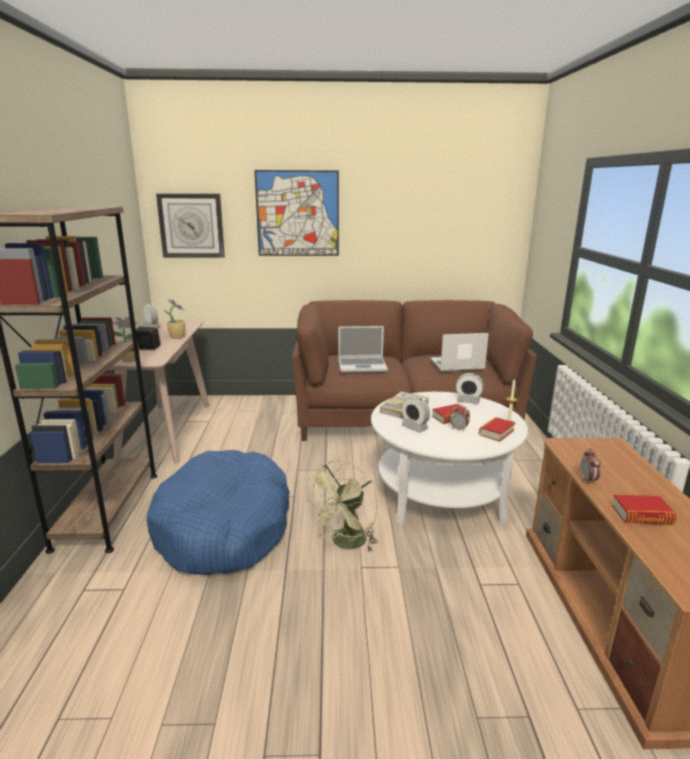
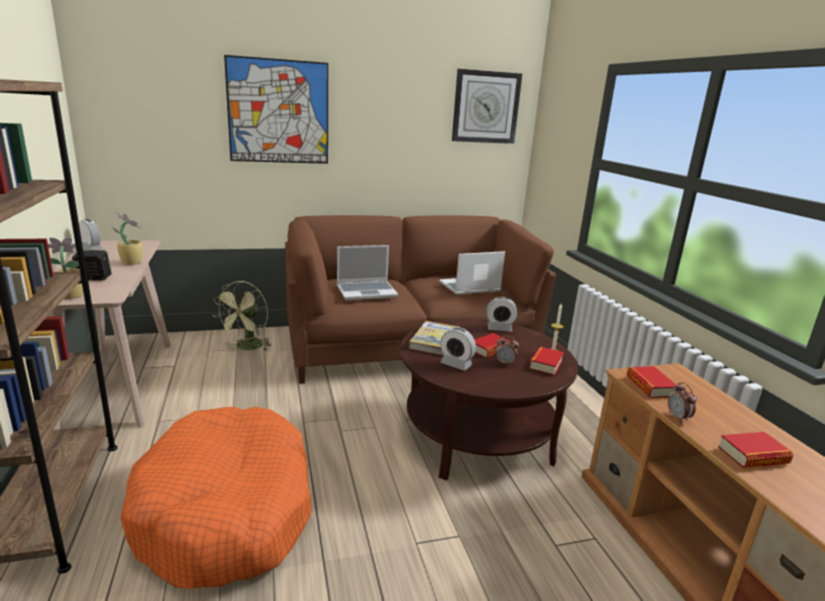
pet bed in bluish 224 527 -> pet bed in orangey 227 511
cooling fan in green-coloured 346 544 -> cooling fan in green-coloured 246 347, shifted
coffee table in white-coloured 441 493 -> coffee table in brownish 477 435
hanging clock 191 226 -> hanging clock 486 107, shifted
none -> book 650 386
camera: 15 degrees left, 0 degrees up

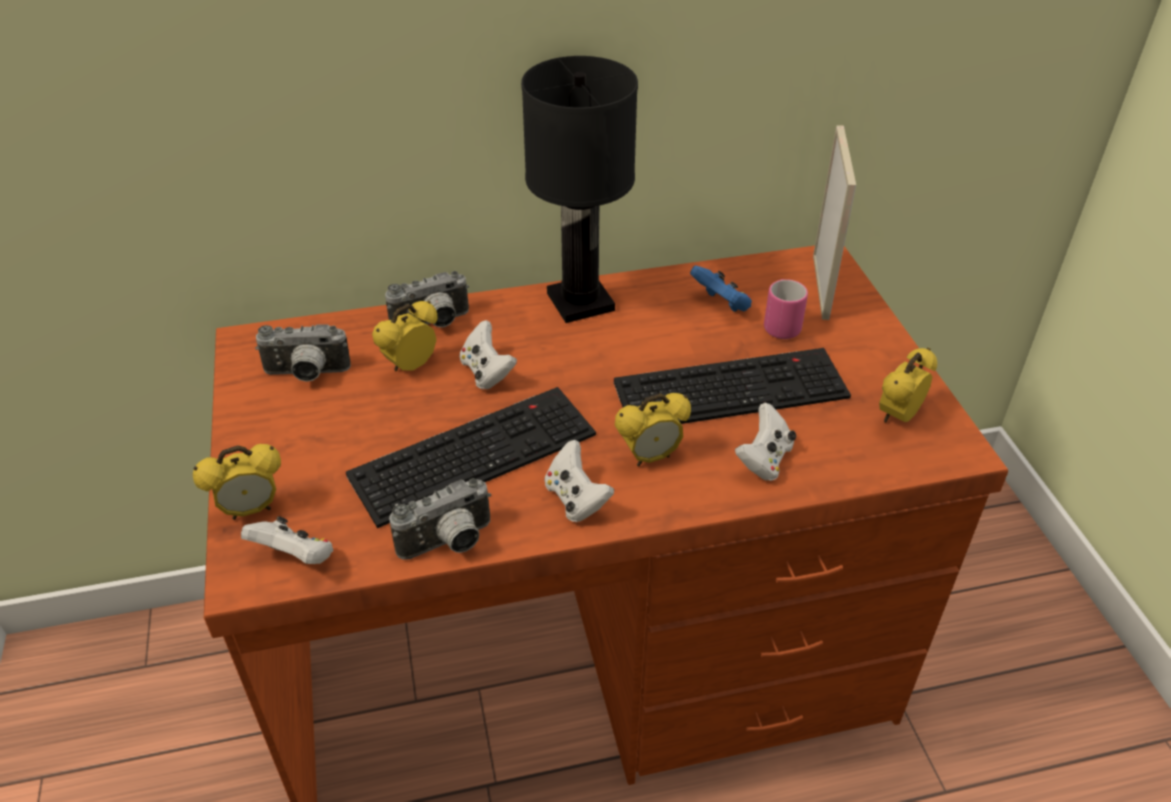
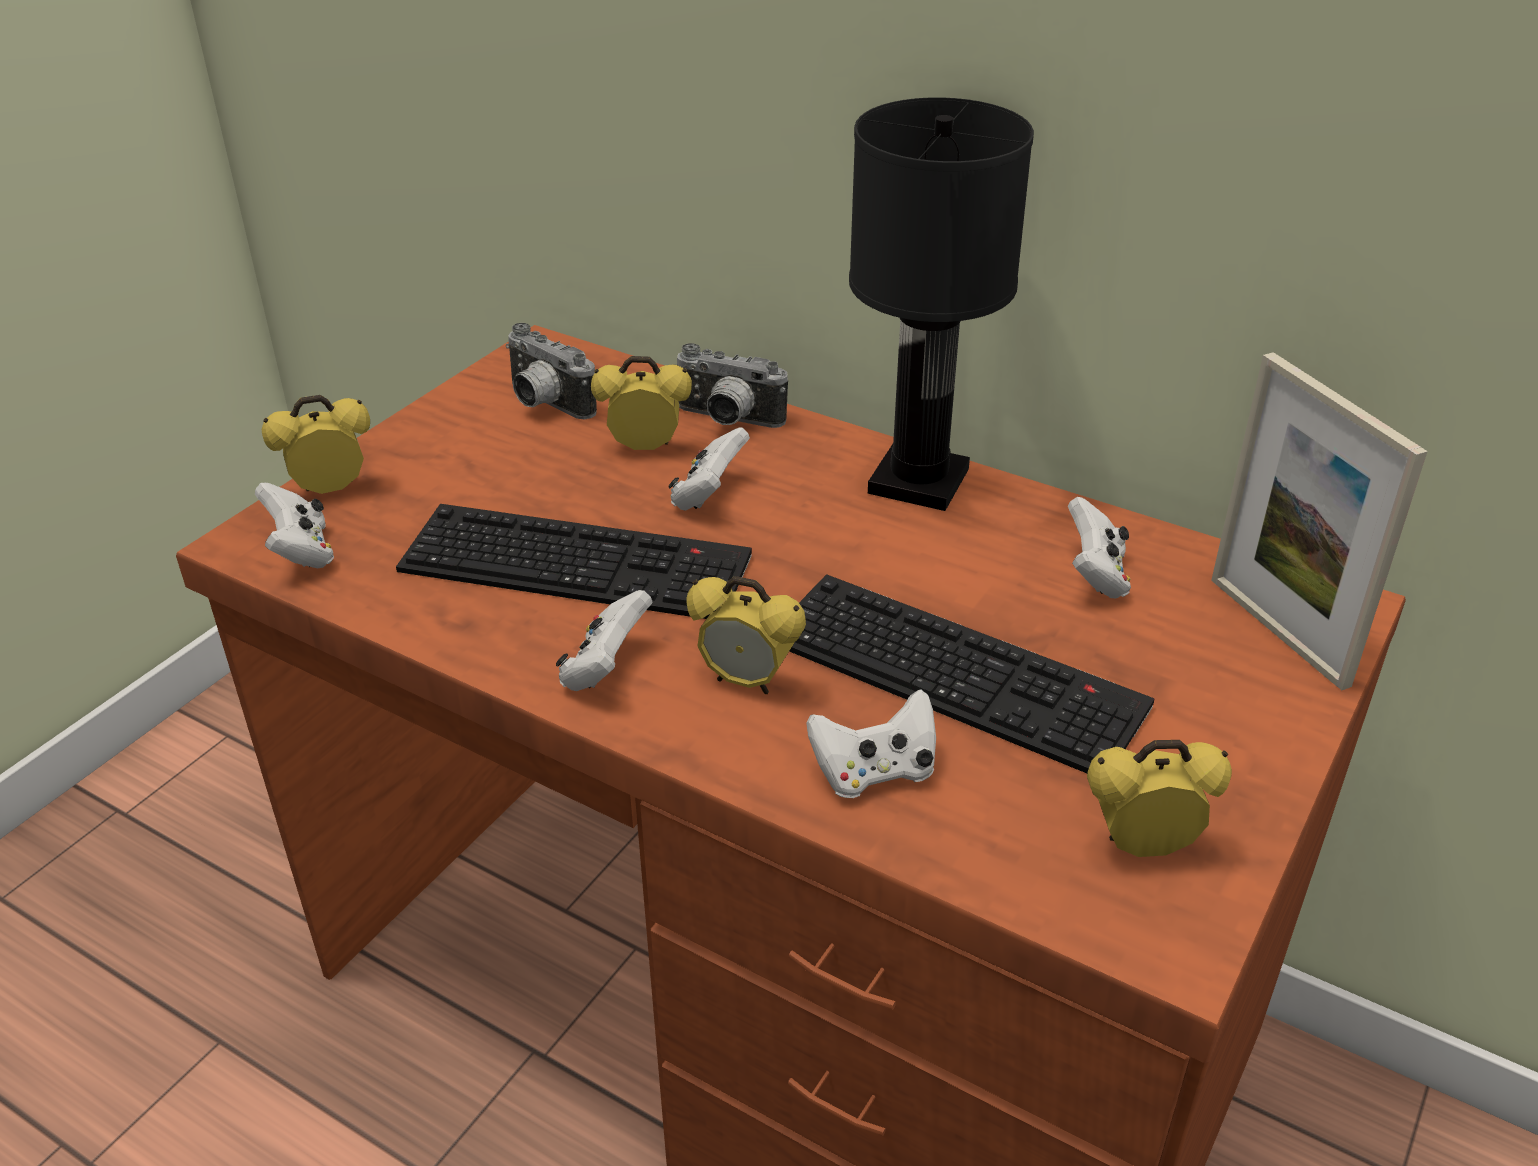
bedside clock 251 510 -> bedside clock 331 490, 135 degrees clockwise
joypad in bluish 721 304 -> joypad in white-coloured 1095 576
photo frame 820 286 -> photo frame 1278 631, 105 degrees clockwise
photo camera 449 544 -> none
coffee mug in pink-coloured 780 324 -> none
camera: 45 degrees right, 5 degrees down

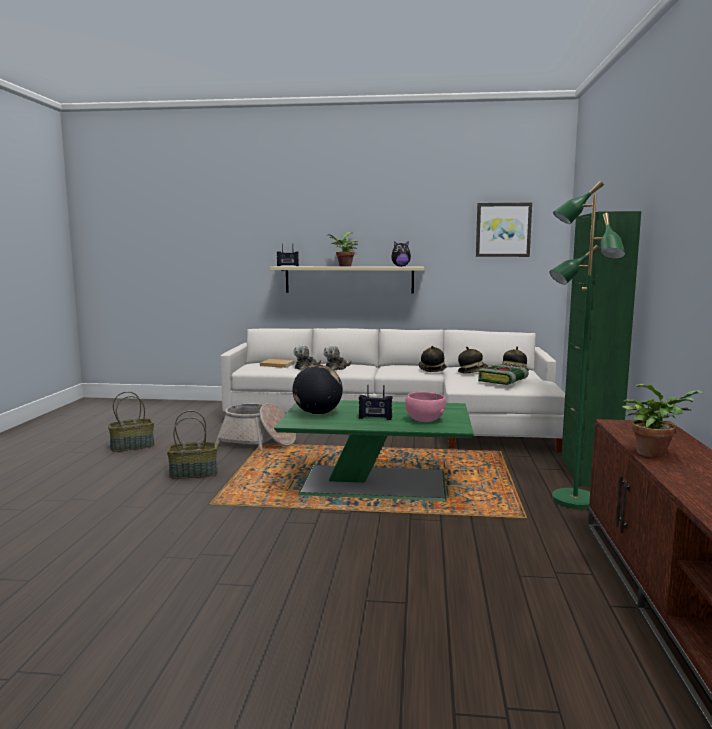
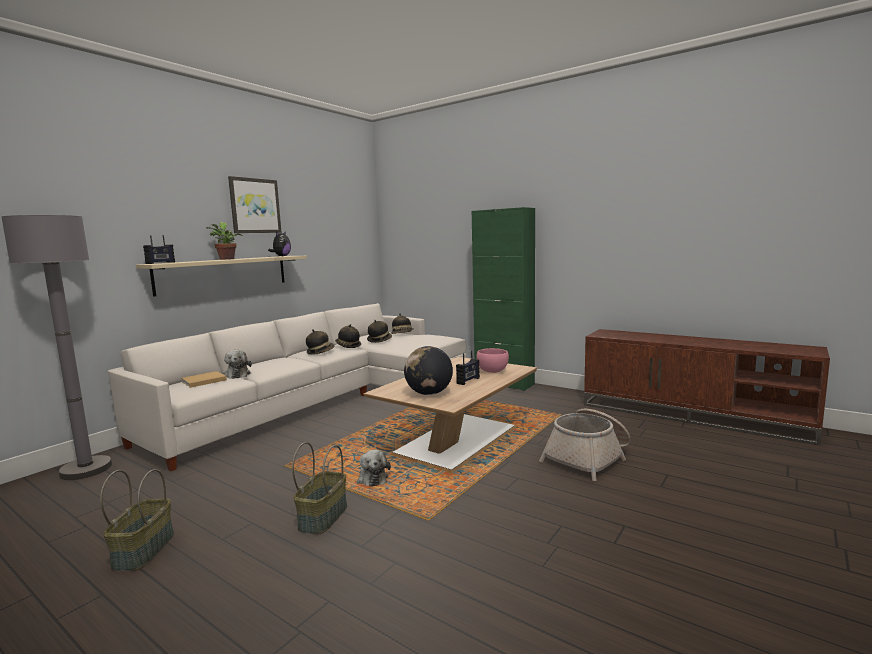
none -> floor lamp in greyish 86 469
wall picture 503 230 -> wall picture 255 206, shifted
none -> wearable hat 320 352
soft toy 336 368 -> soft toy 372 478, shifted
coffee table in green-coloured 377 483 -> coffee table in brownish 458 439
storage basket 258 442 -> storage basket 588 458, shifted
book 503 381 -> none
floor lamp in green-coloured 573 500 -> none
houseplant 654 453 -> none
camera: 60 degrees left, 0 degrees up

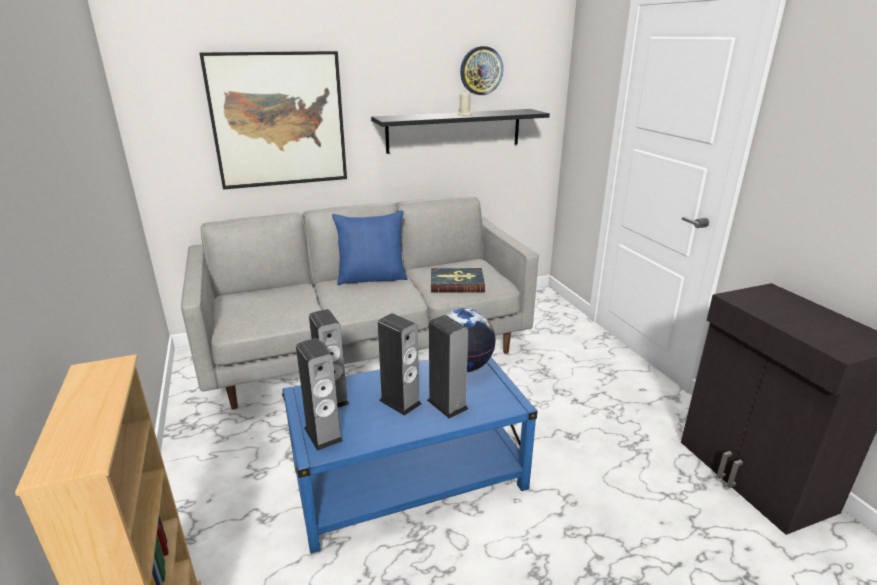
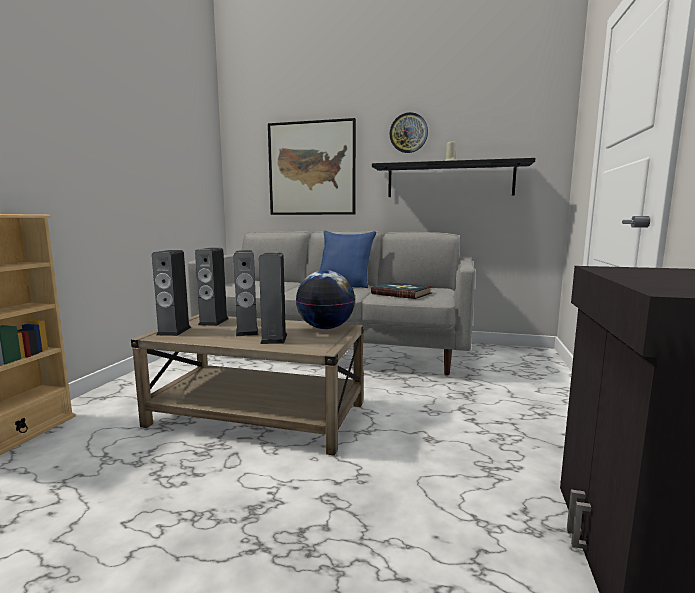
coffee table in bluish 408 477 -> coffee table in sand-coloured 258 415
hanging clock 481 70 -> hanging clock 408 133, shifted
camera: 35 degrees right, 15 degrees down

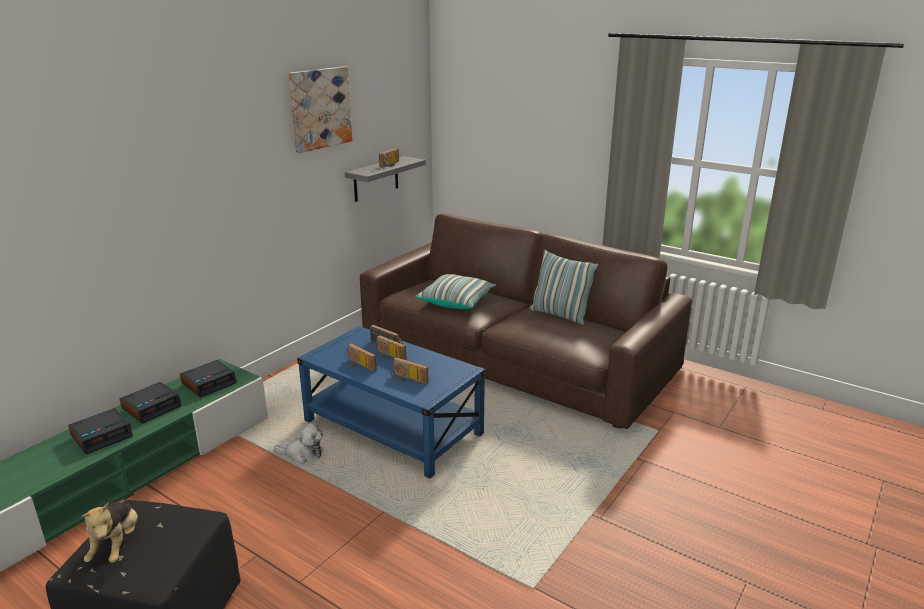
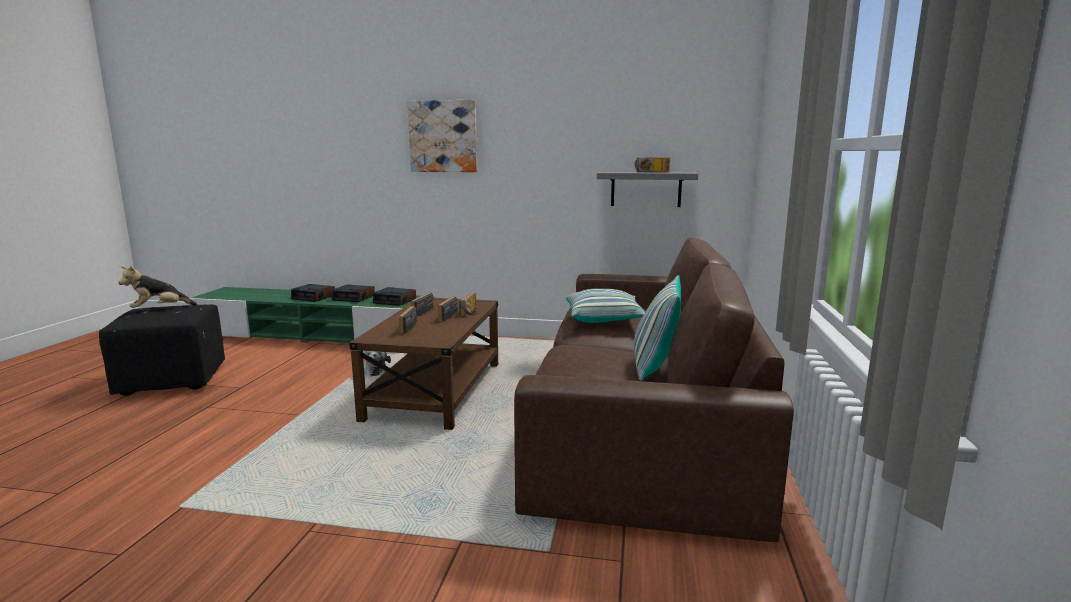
coffee table in bluish 393 427 -> coffee table in brownish 435 390
wall picture 320 108 -> wall picture 443 136, shifted
camera: 65 degrees right, 10 degrees down

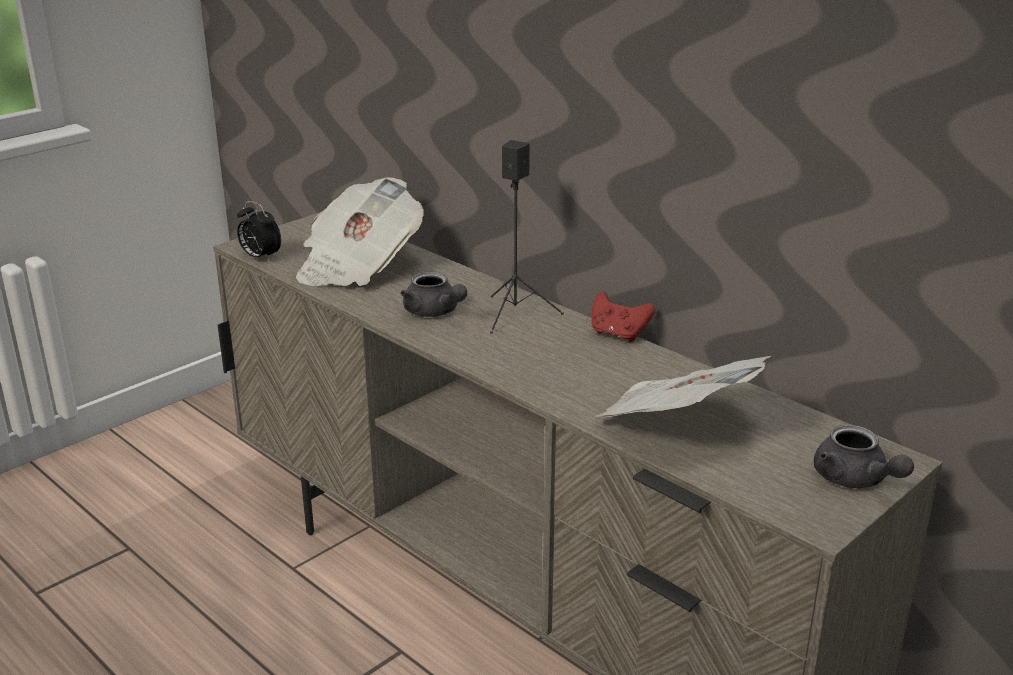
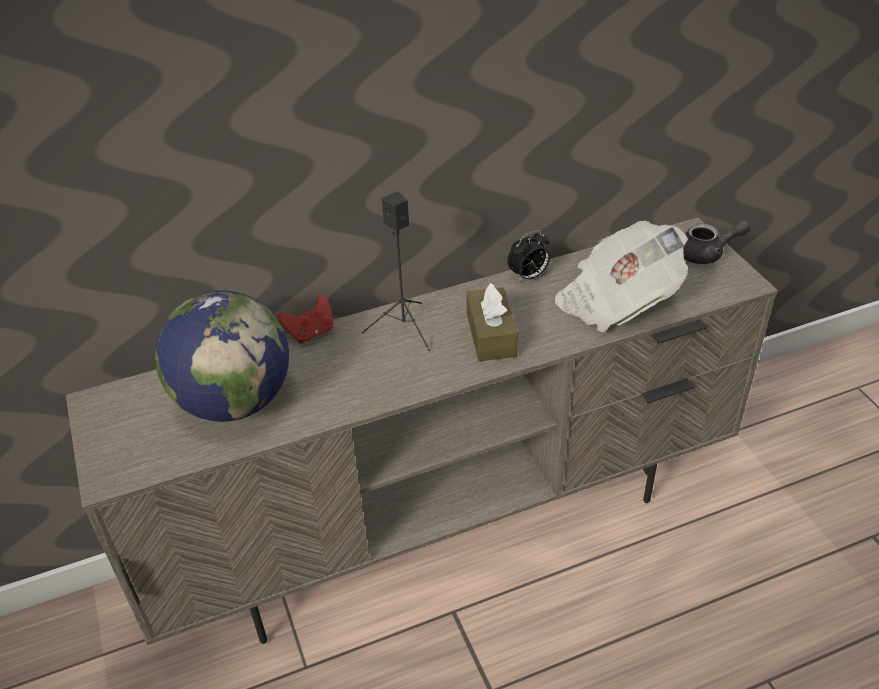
newspaper 358 266 -> world globe 234 401
joypad in red-coloured 618 334 -> joypad in red-coloured 311 333, shifted
none -> tissue box in brownish 491 335
bedside clock 260 257 -> bedside clock 528 276, shifted
pot for tea in greyish 434 312 -> none
camera: 65 degrees left, 15 degrees up

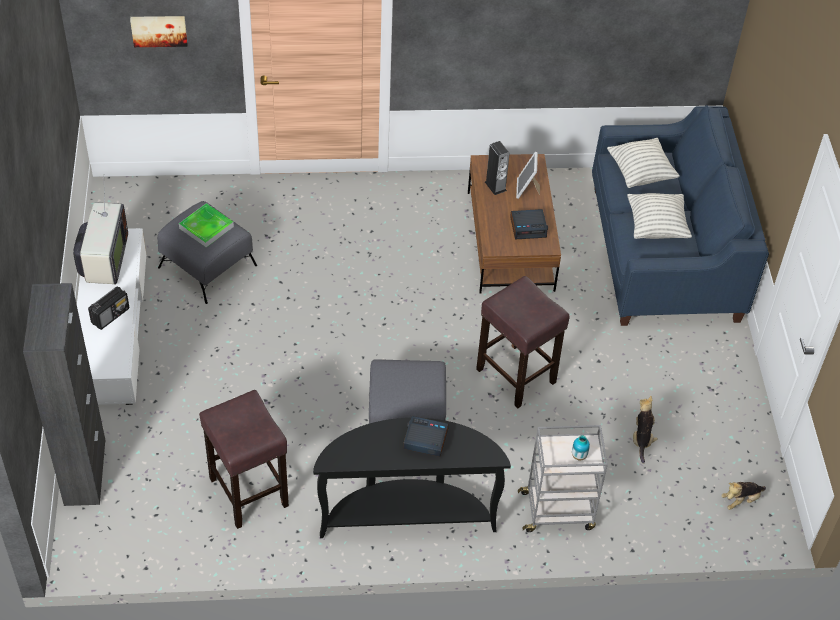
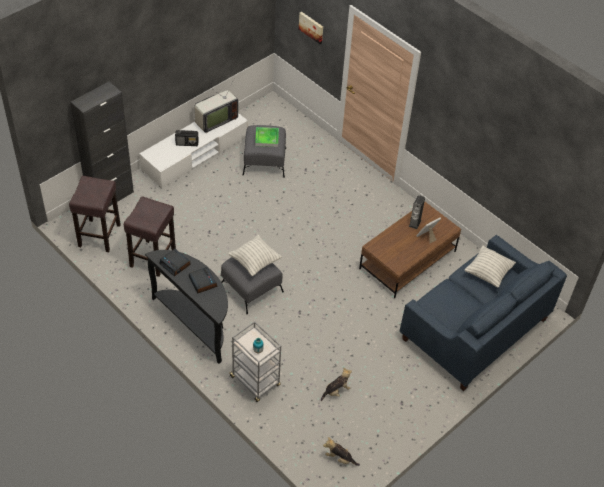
stool in brownish 517 376 -> stool in brownish 99 236, shifted
bedside clock 528 227 -> bedside clock 175 264, shifted
cushion 656 227 -> cushion 255 262, shifted
camera: 50 degrees right, 0 degrees up

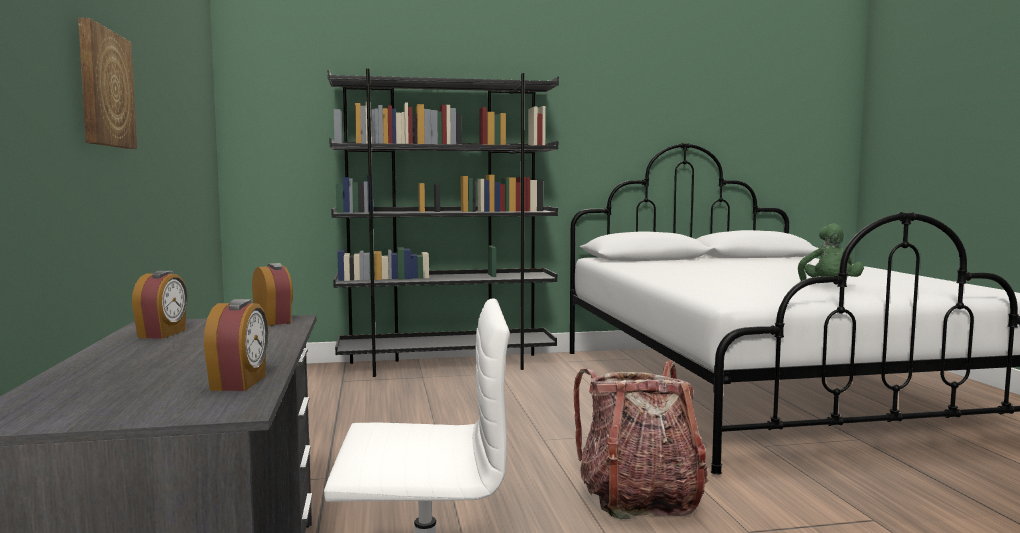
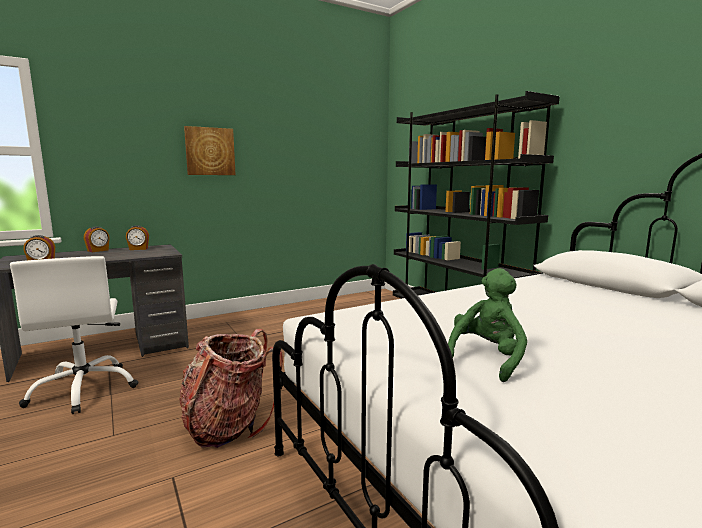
bedside clock 273 321 -> bedside clock 98 250, shifted
soft toy in green-coloured 829 286 -> soft toy in green-coloured 486 359, 135 degrees clockwise
camera: 70 degrees right, 5 degrees up

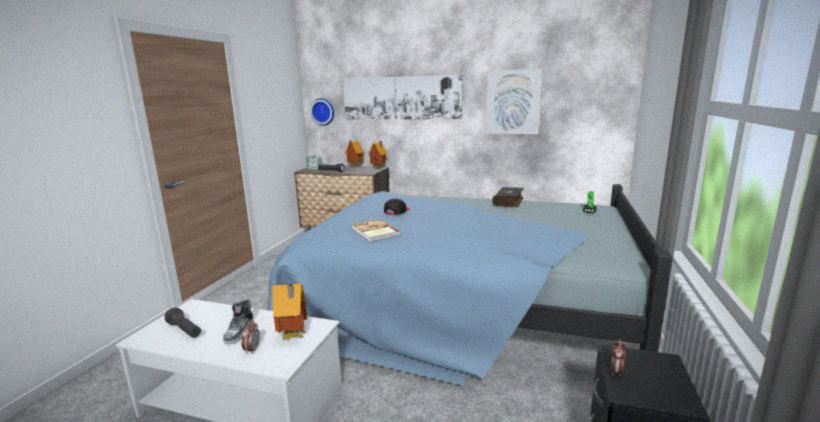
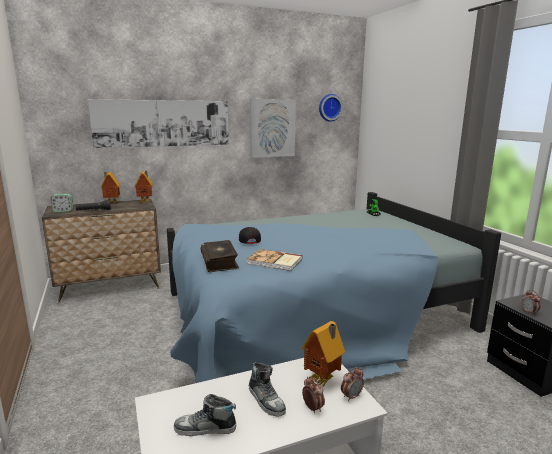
flashlight in black-coloured 185 330 -> shoe 205 429
book 509 202 -> book 220 262, shifted
hanging clock 323 111 -> hanging clock 329 107, shifted
none -> bedside clock 351 396
camera: 40 degrees left, 0 degrees up

